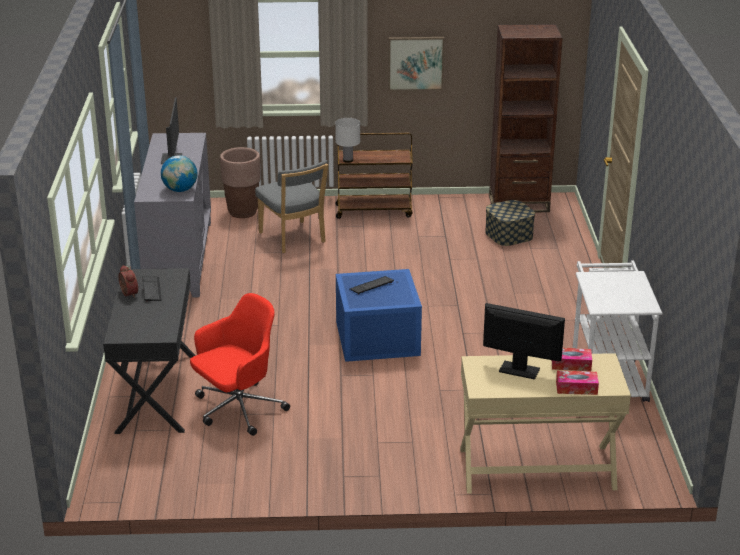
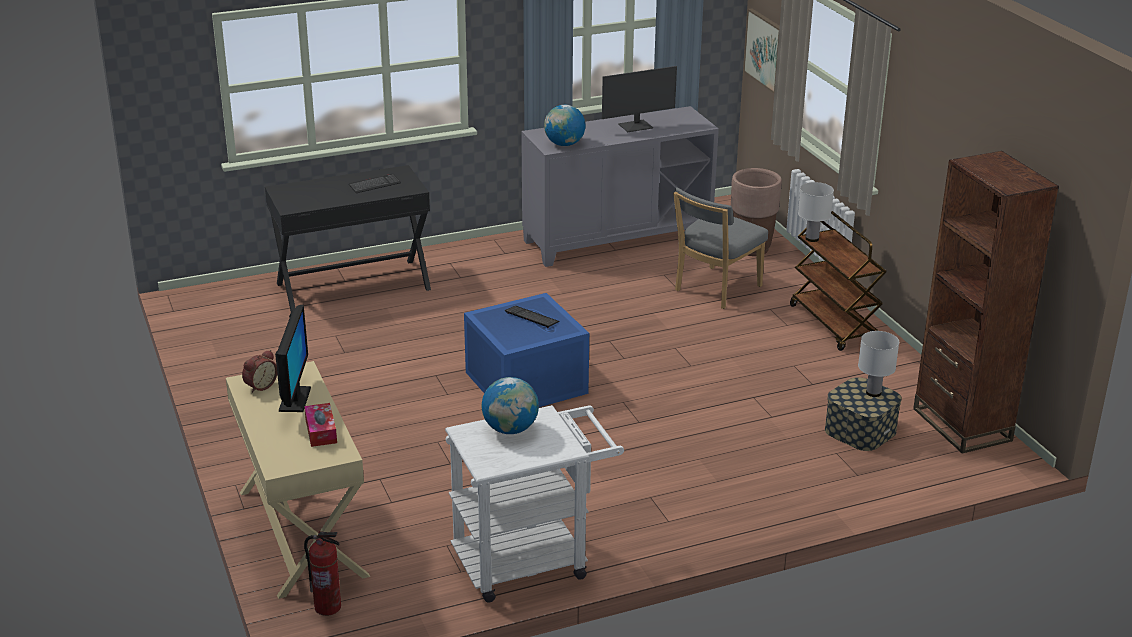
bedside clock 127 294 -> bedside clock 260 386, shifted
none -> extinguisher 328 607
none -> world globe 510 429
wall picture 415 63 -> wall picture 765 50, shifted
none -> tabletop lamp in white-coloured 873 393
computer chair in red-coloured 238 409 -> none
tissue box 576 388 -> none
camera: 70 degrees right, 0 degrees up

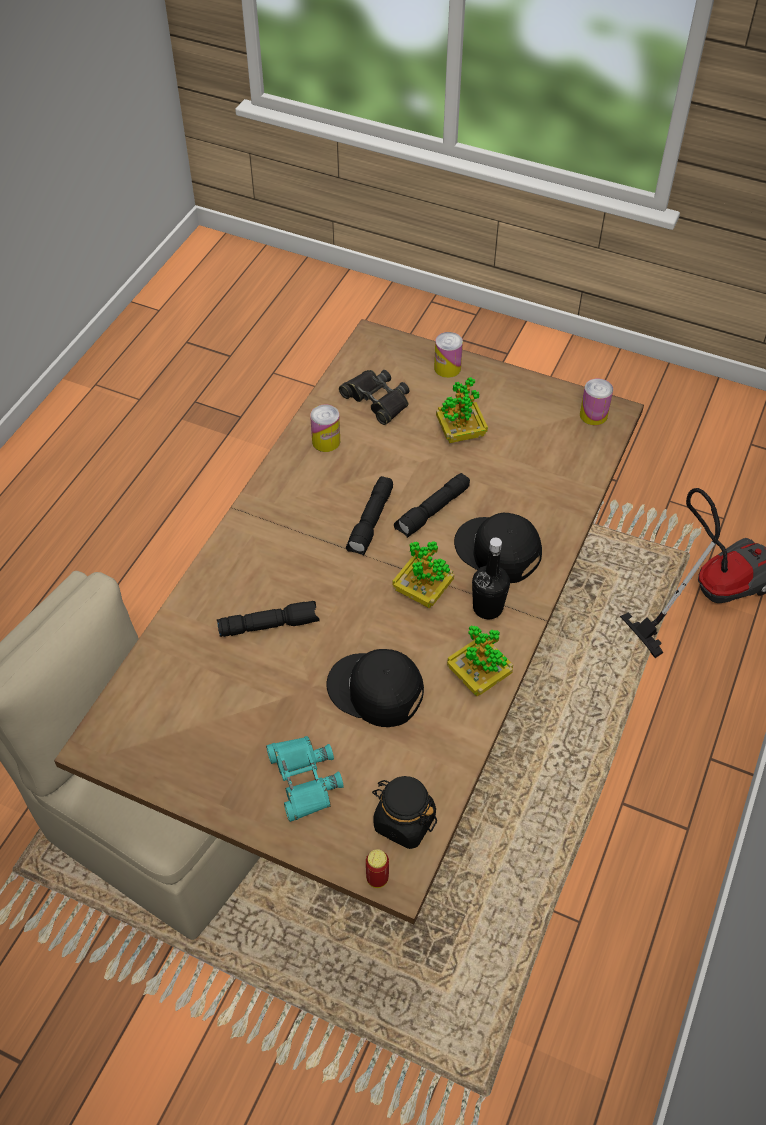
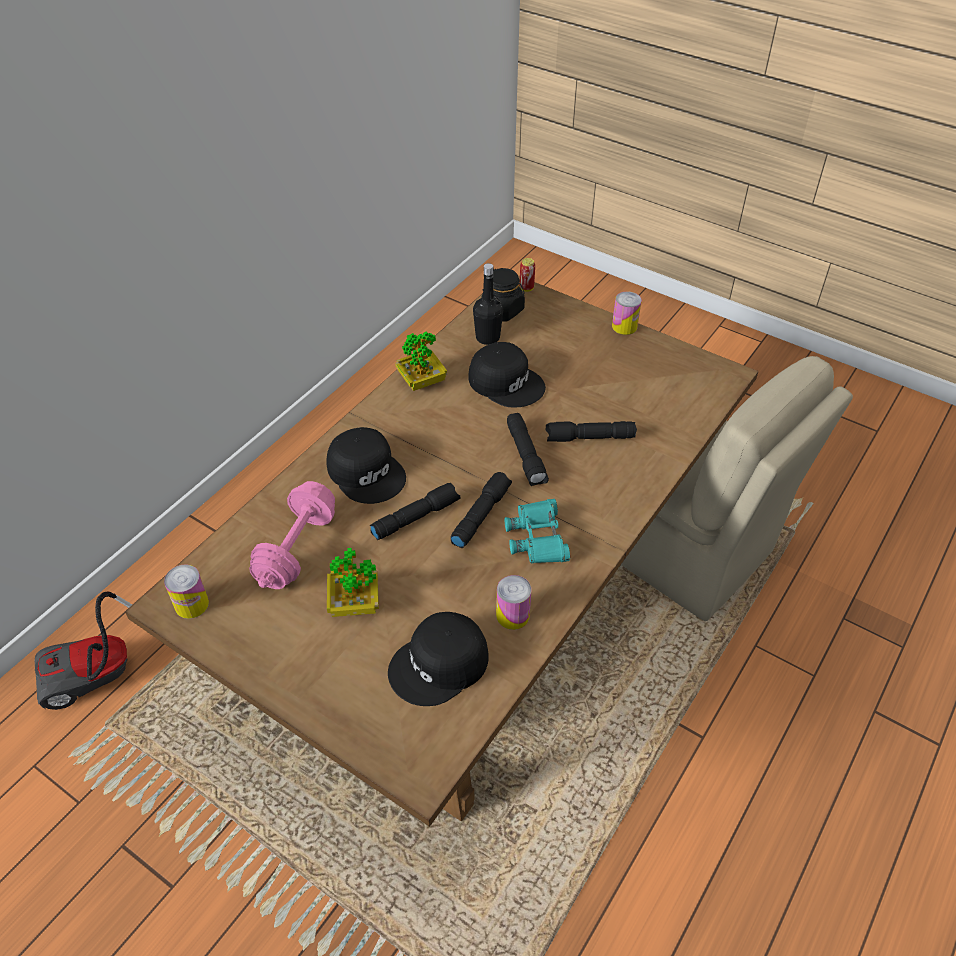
none -> free weight in pink-coloured 297 549
binoculars in black-coloured 377 400 -> cap in black-coloured 440 665
bottle in black-coloured 487 608 -> bottle in black-coloured 487 337, shifted
binoculars in turquoise-coloured 303 779 -> binoculars in turquoise-coloured 538 537, shifted
none -> flashlight in black-coloured 526 456
can 447 368 -> can 624 326, shifted
houseplant 422 591 -> none
camera: 170 degrees left, 5 degrees down

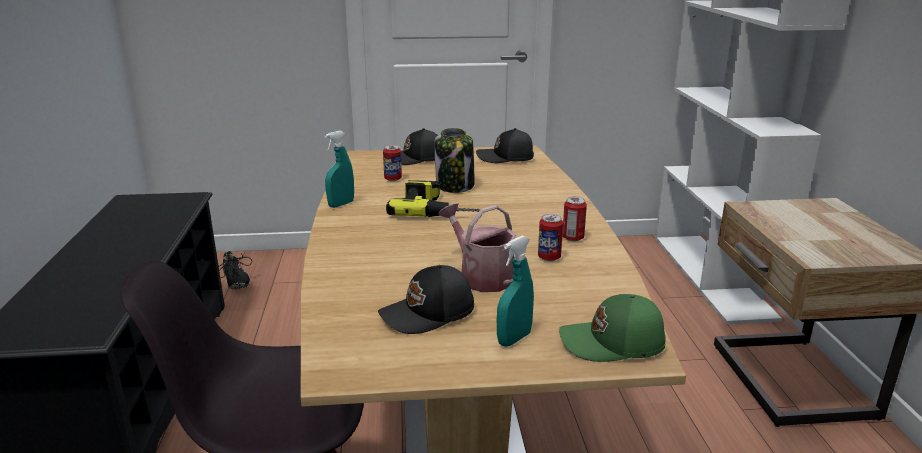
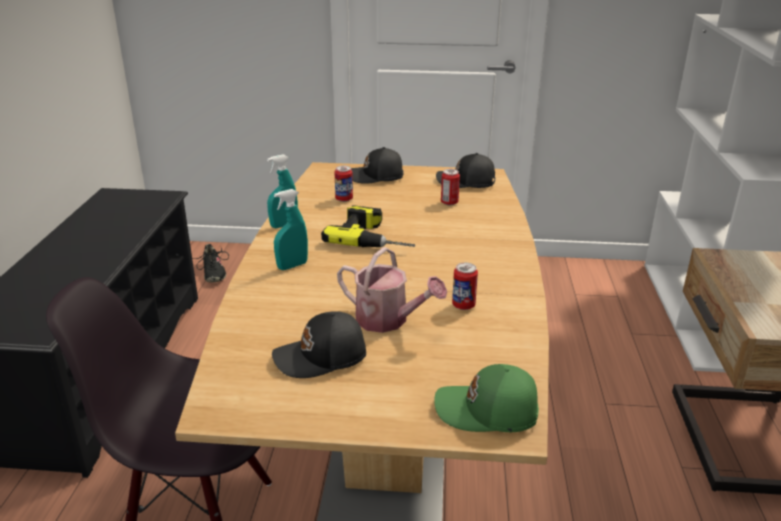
sprayer in turquoise-coloured 514 339 -> sprayer in turquoise-coloured 292 266, shifted
watering pot 481 276 -> watering pot 388 320, 150 degrees clockwise
can 573 238 -> can 449 203, shifted
storage jar 455 186 -> none
camera: 10 degrees right, 5 degrees up

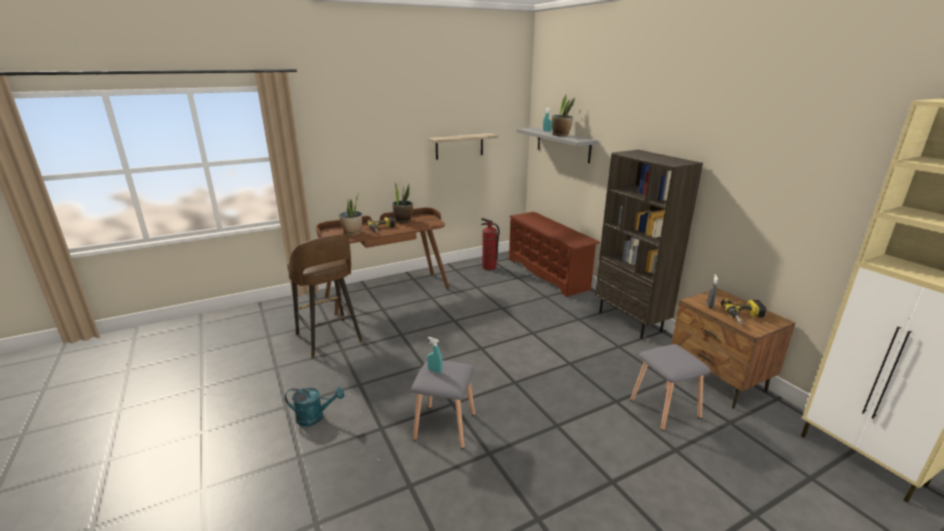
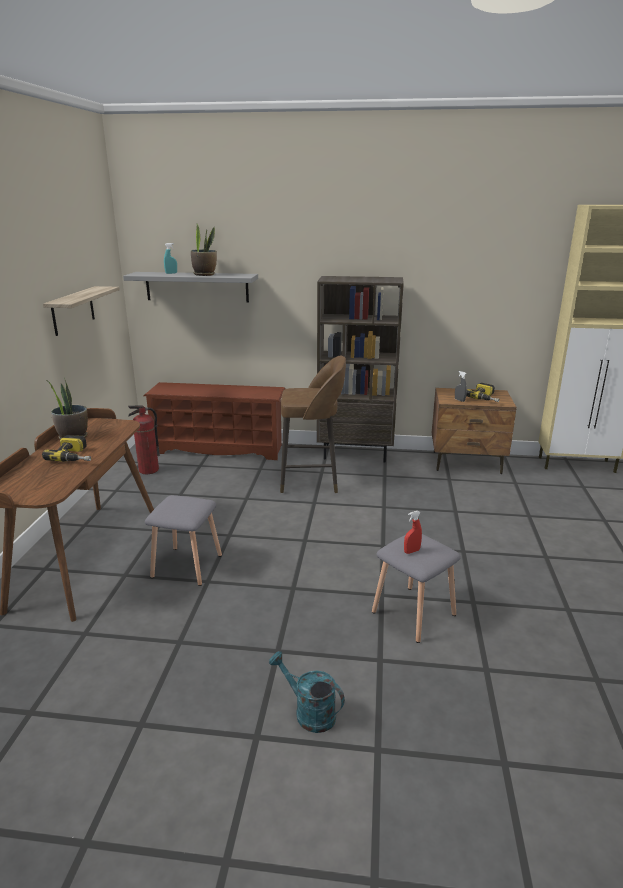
stool in greyish 664 409 -> stool in greyish 187 566, shifted
watering pot in turquoise-coloured 315 417 -> watering pot in turquoise-coloured 309 712, 90 degrees counterclockwise
stool in brownish 329 338 -> stool in brownish 311 480, shifted
sprayer in turquoise-coloured 435 370 -> sprayer in red-coloured 411 551
houseplant 352 233 -> none
camera: 55 degrees left, 0 degrees up

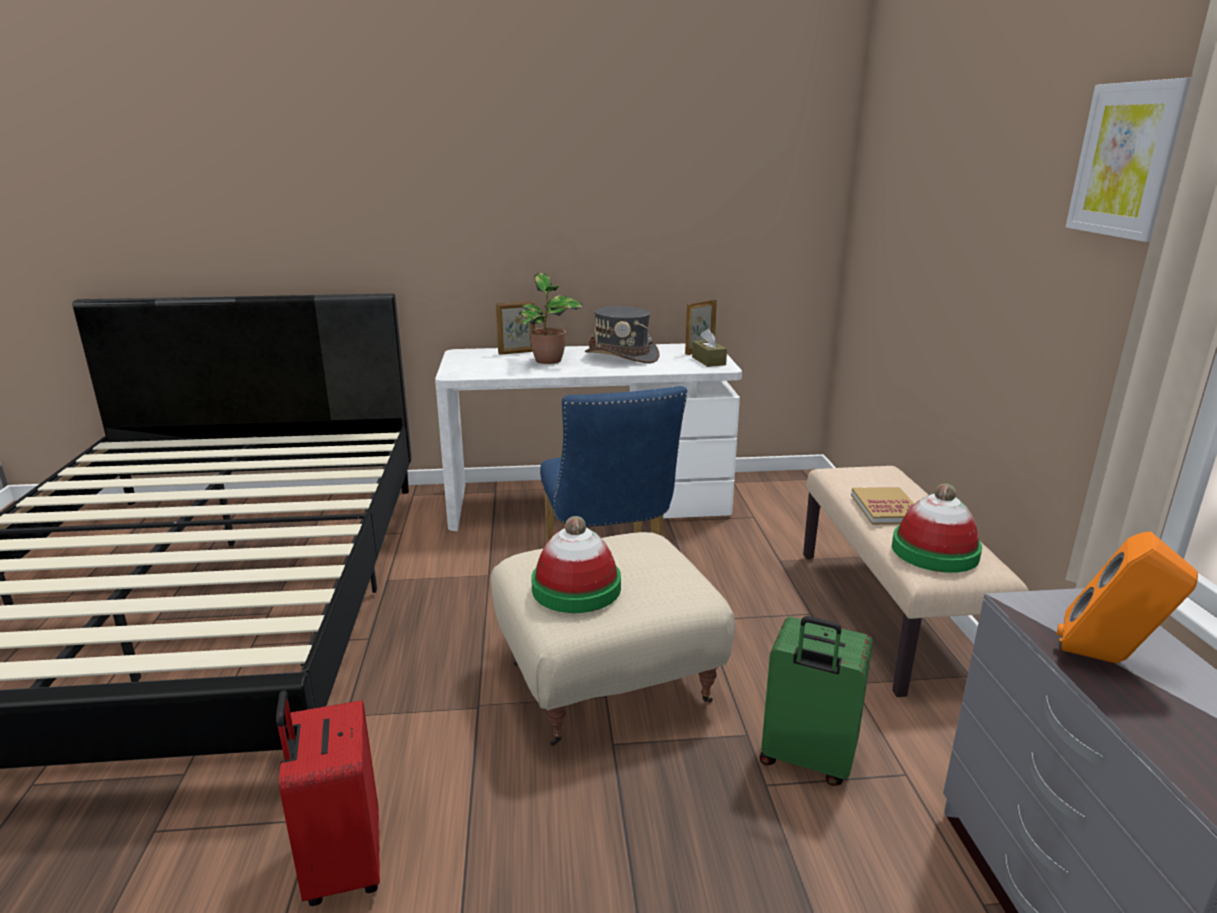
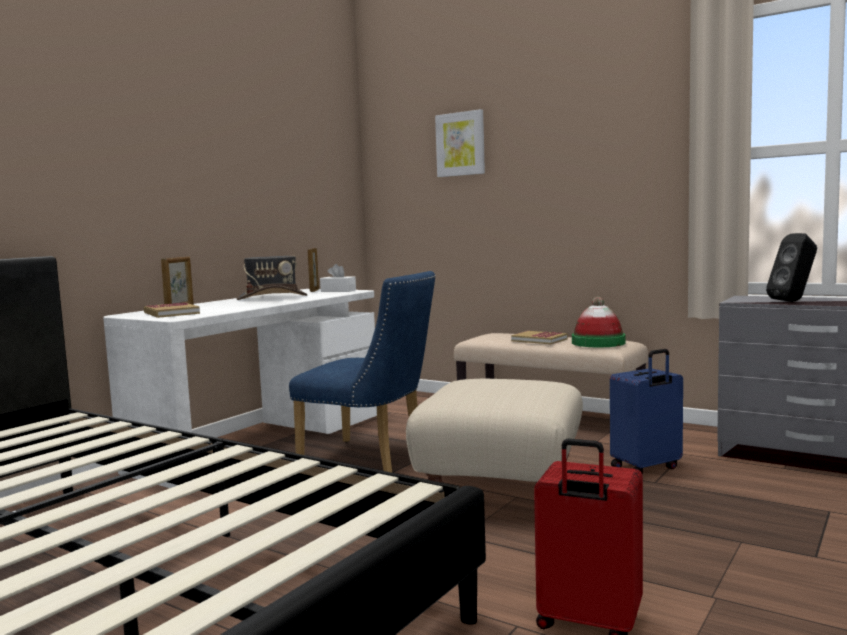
none -> book 171 313
tissue box in brownish 708 361 -> tissue box in white-coloured 338 291
wall picture 1129 160 -> wall picture 460 144, shifted
suitcase in green-coloured 806 760 -> suitcase in bluish 646 468
speaker in orangey 1108 660 -> speaker in black-coloured 793 301
houseplant 549 361 -> none
wearable hat 576 588 -> none
camera: 50 degrees left, 15 degrees down

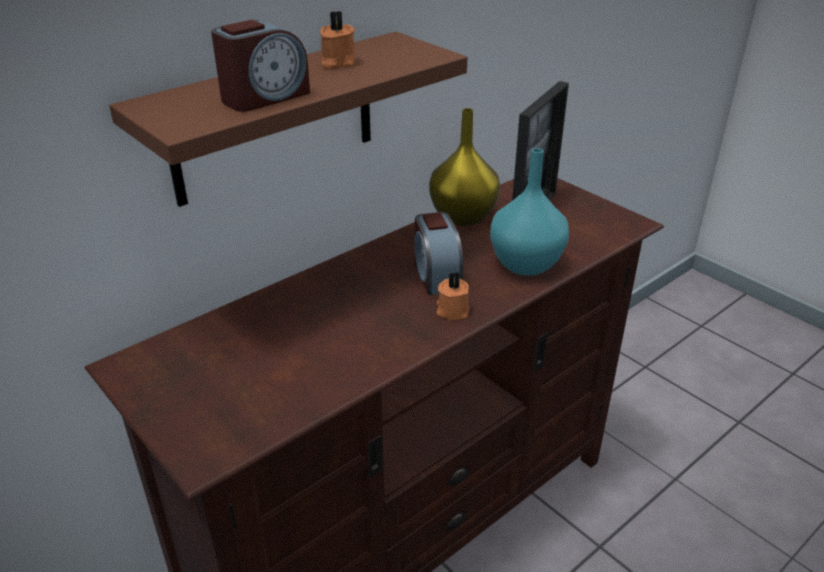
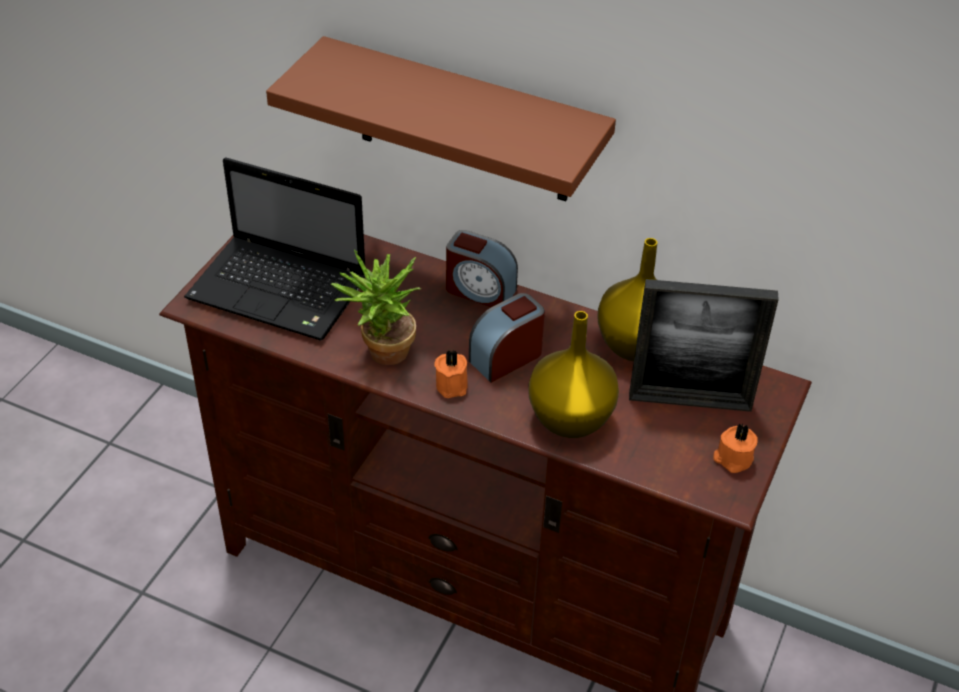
none -> notebook computer 281 291
none -> houseplant 381 354
bedside clock 264 97 -> bedside clock 479 290, shifted
flower vase in turquoise-coloured 527 264 -> flower vase in yellow 570 421
candle in orangey 336 63 -> candle in orangey 732 459, shifted
camera: 65 degrees right, 10 degrees up

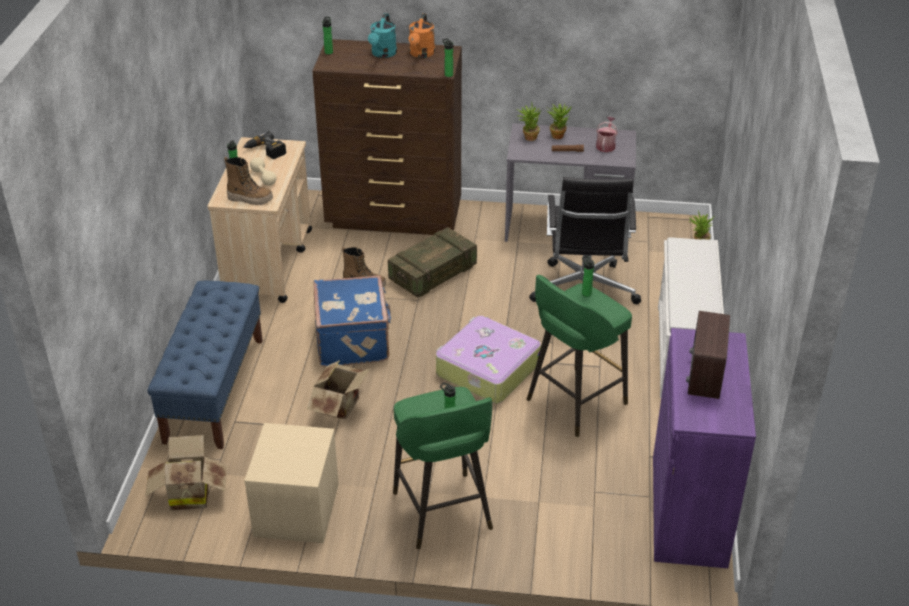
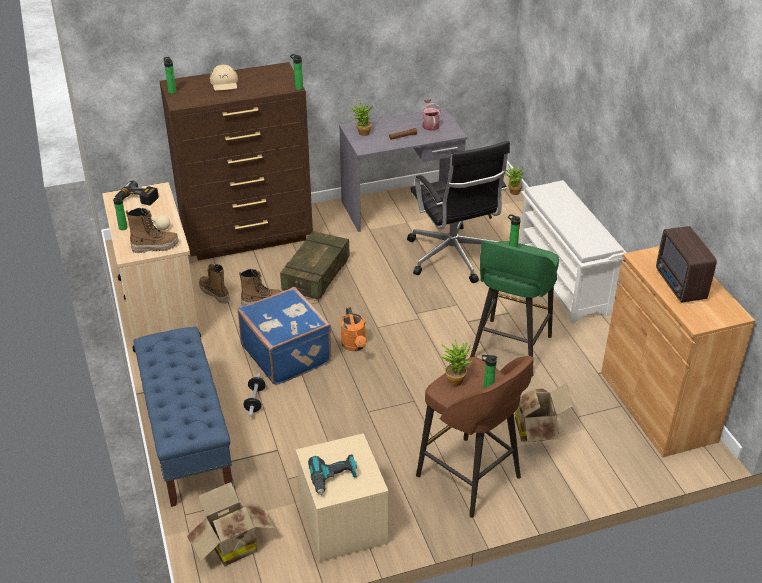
none -> boot 214 293
watering pot in turquoise-coloured 383 54 -> cap in sand-coloured 224 83
none -> free weight 255 400
none -> drill 333 478
watering pot in orangey 421 54 -> watering pot in orangey 355 346, shifted
stool in green-coloured 443 513 -> stool in brownish 470 478
houseplant 558 135 -> houseplant 455 378, shifted
cardboard box 341 406 -> cardboard box 537 428, shifted
cupboard in purple-coloured 688 510 -> cupboard in brownish 657 406
suitcase 486 369 -> none
camera: 25 degrees left, 0 degrees up

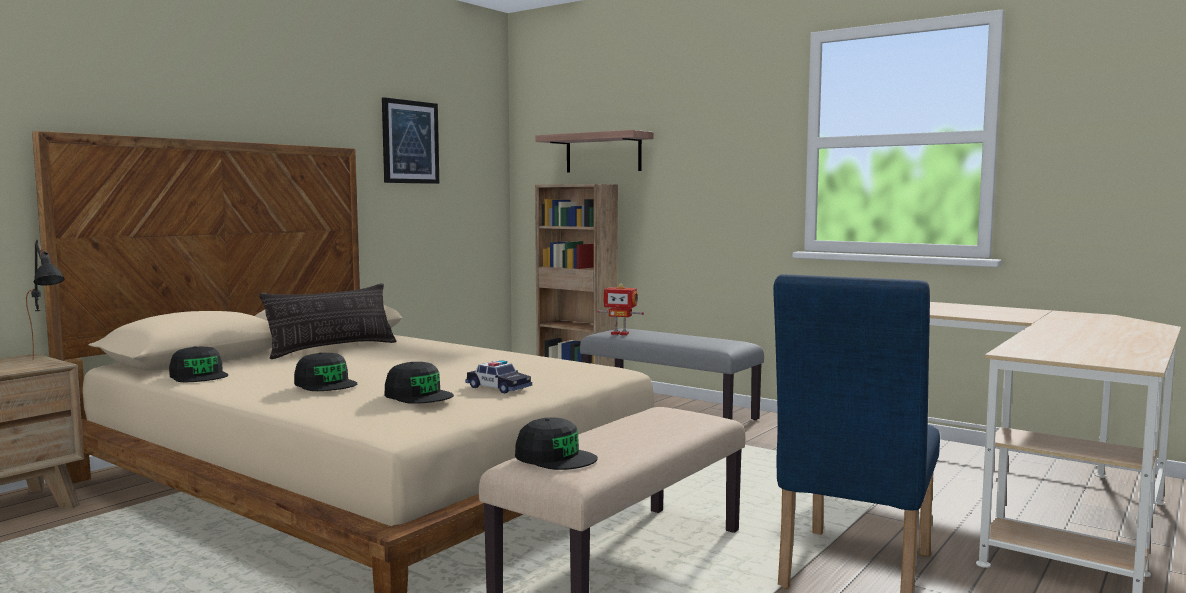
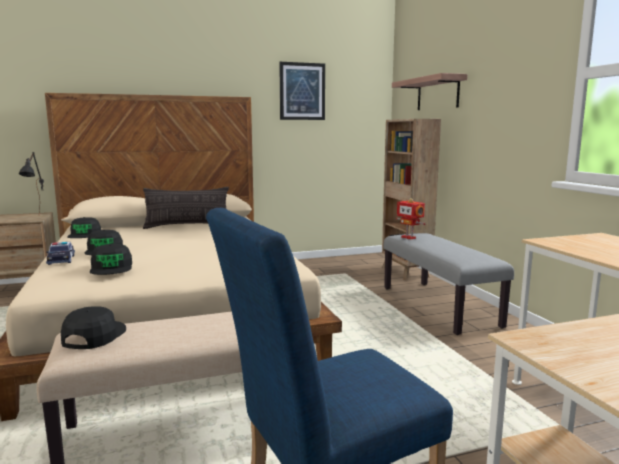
toy car 498 387 -> toy car 61 260, shifted
cap in black-coloured 555 457 -> cap in black-coloured 94 336, 150 degrees counterclockwise
camera: 35 degrees right, 5 degrees up

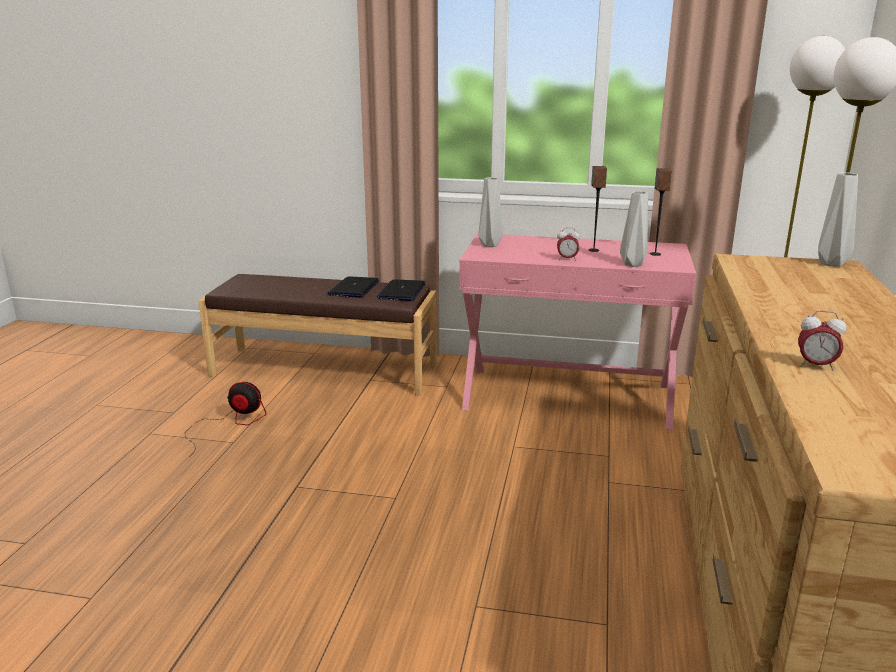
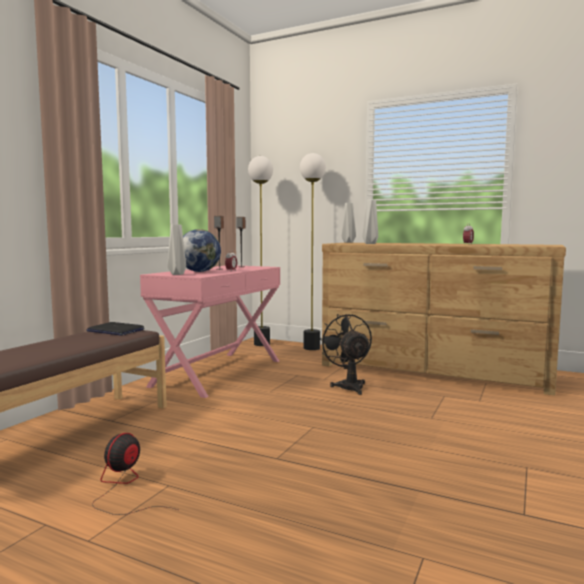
none -> world globe 199 271
none -> cooling fan in black-coloured 348 386
flower vase in greyish 632 264 -> flower vase in greyish 369 243, shifted
notebook computer 354 288 -> none
camera: 75 degrees left, 15 degrees down

